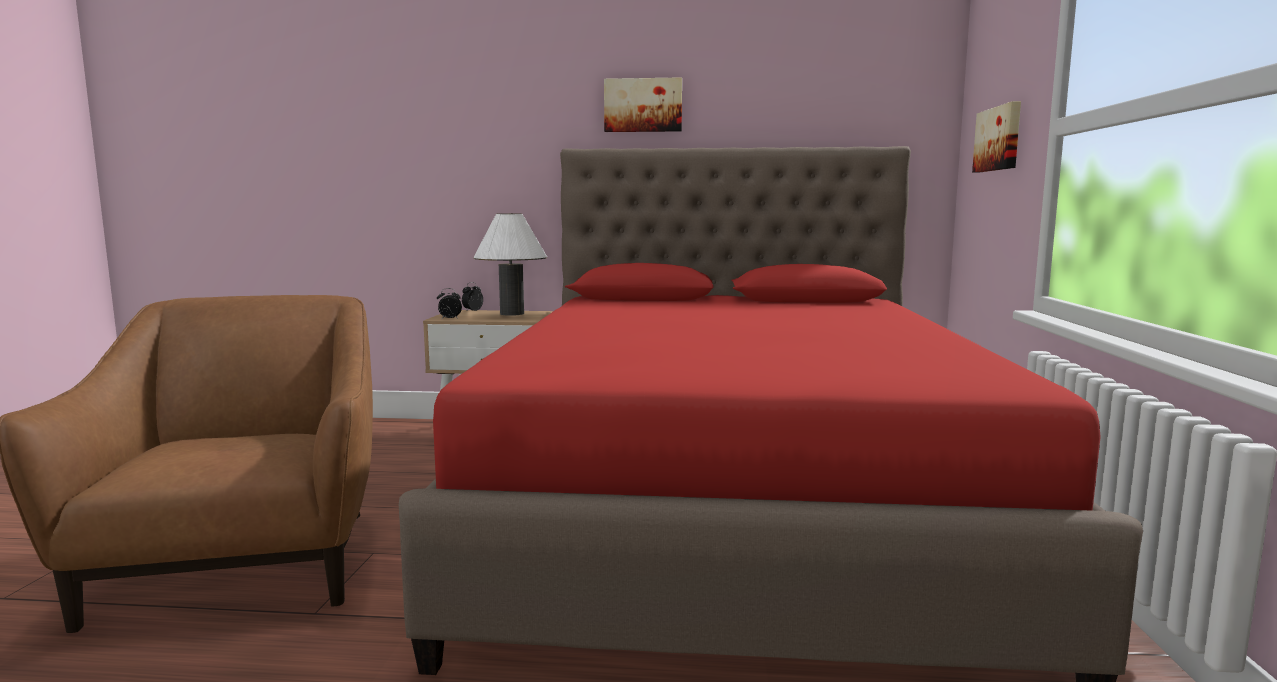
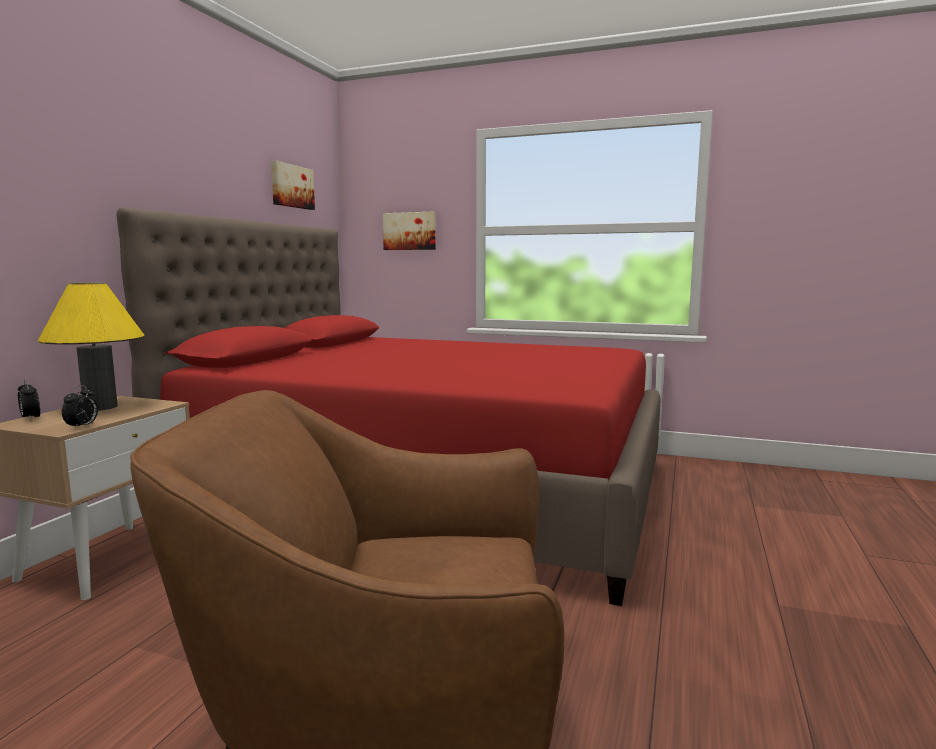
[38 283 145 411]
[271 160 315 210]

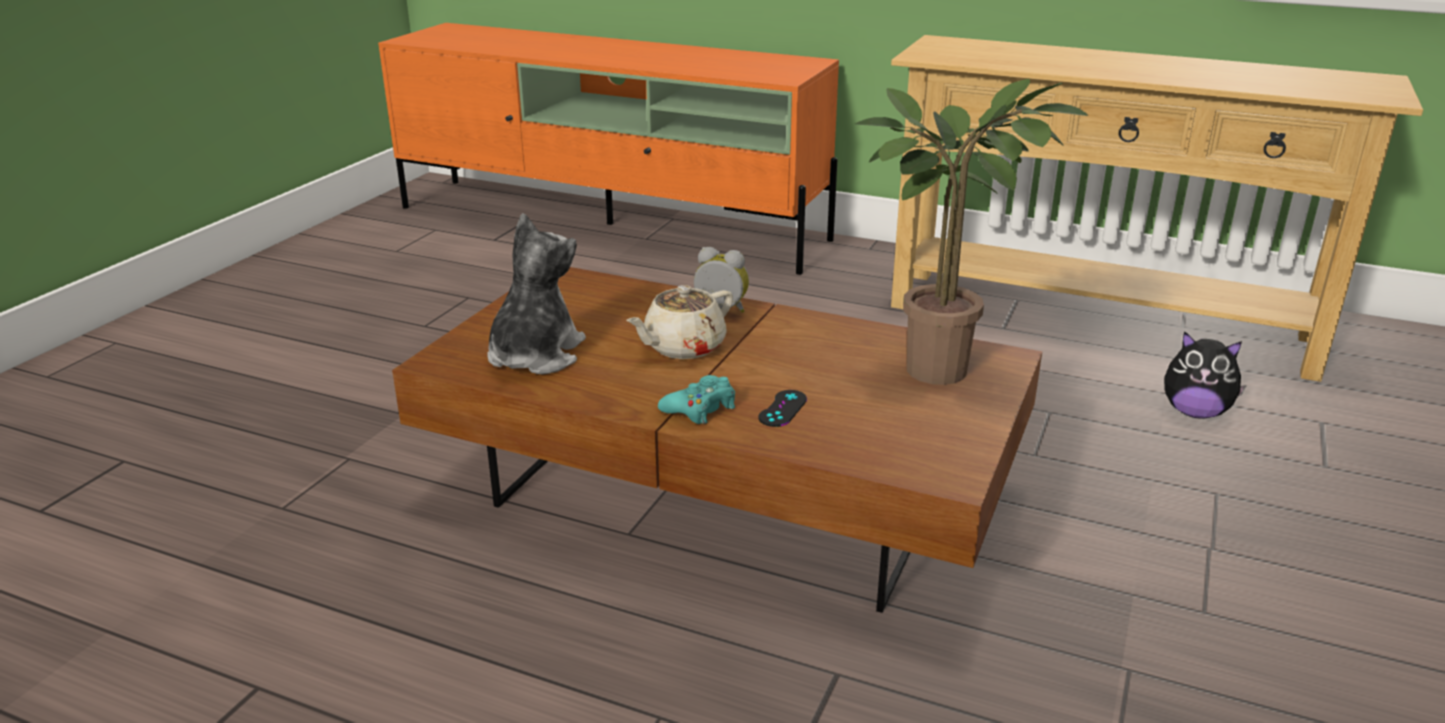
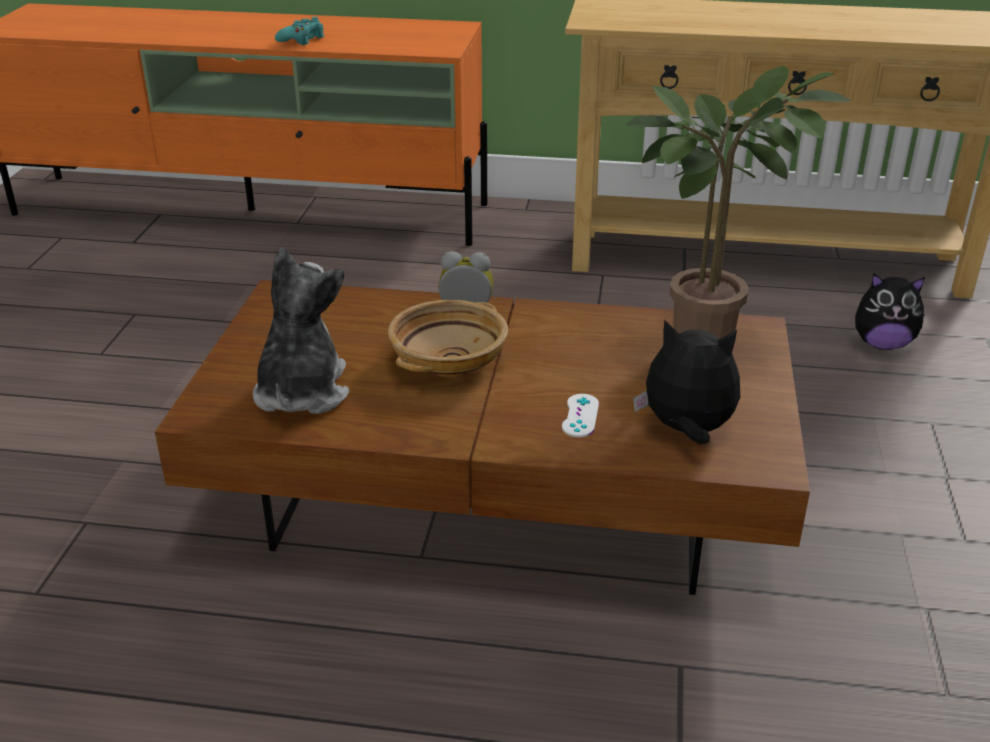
[388 300 508 376]
[275 17 324 45]
[562 394 599 437]
[633 320 740 444]

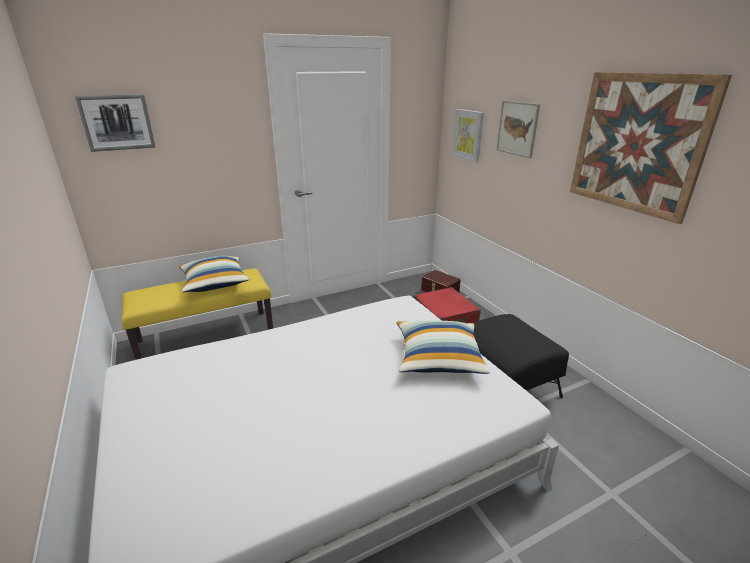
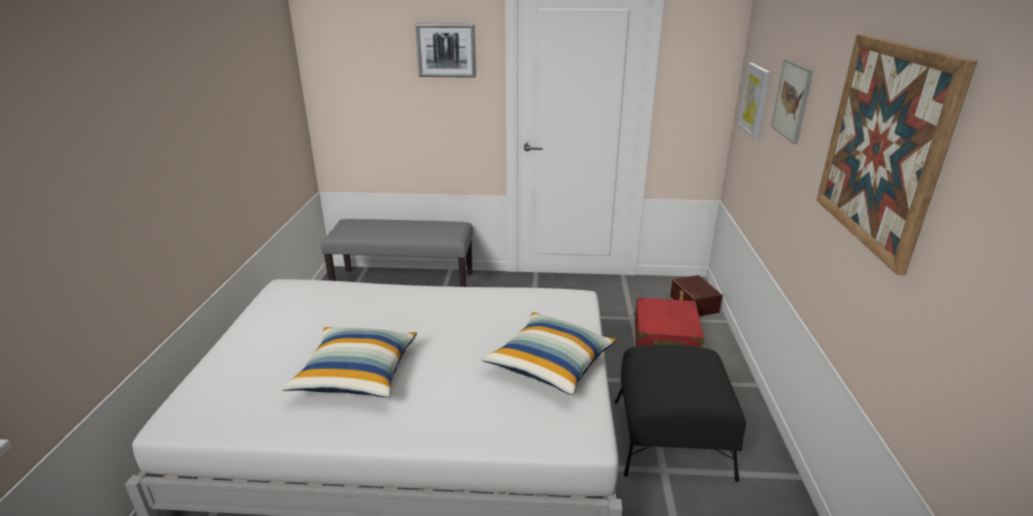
[415 24 476 78]
[321 219 473 287]
[282 327 417 397]

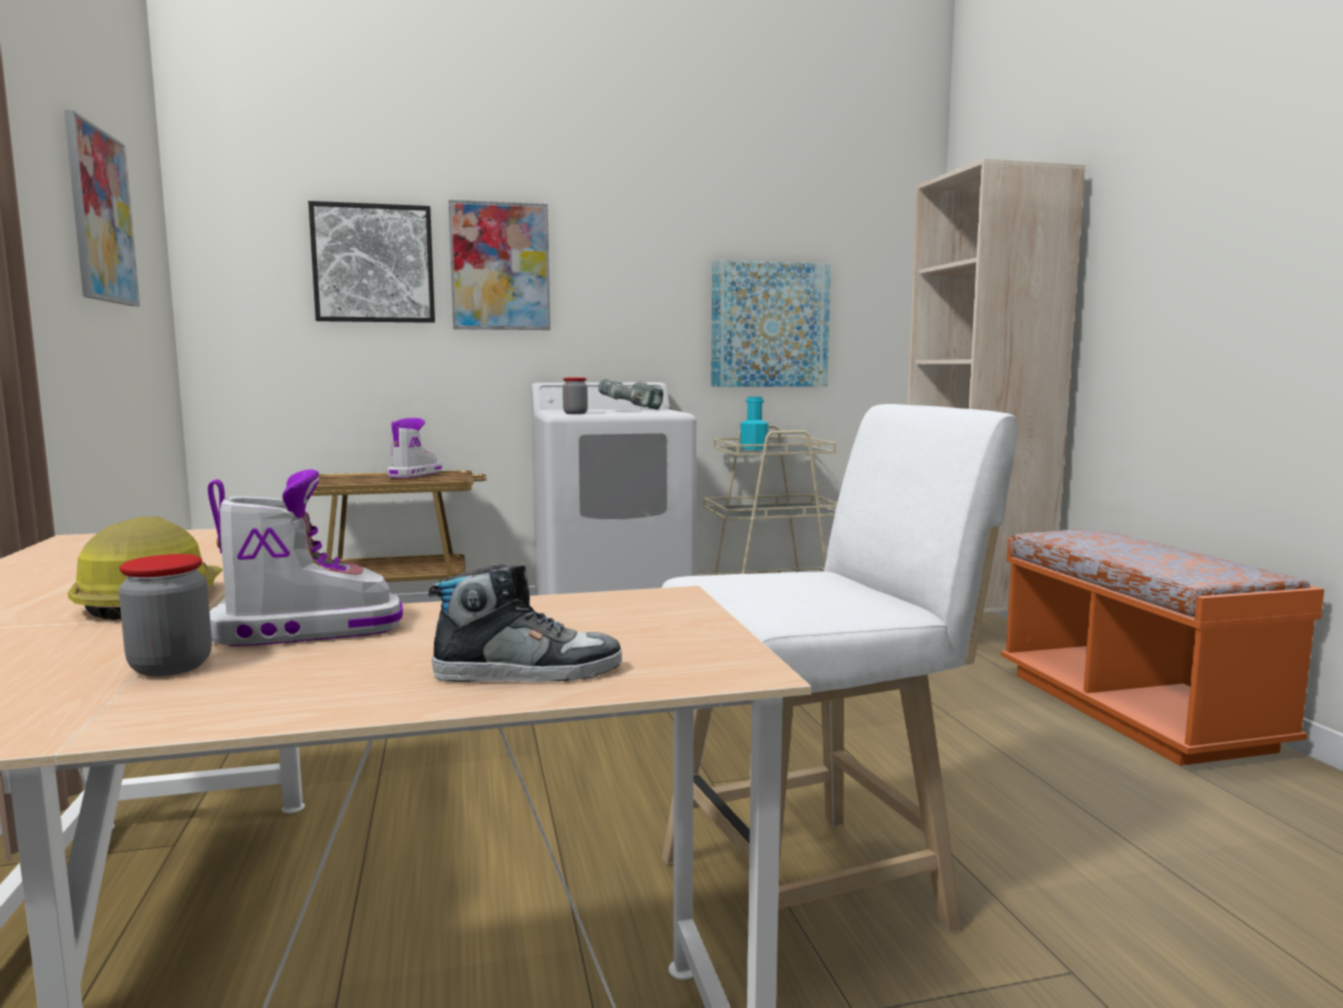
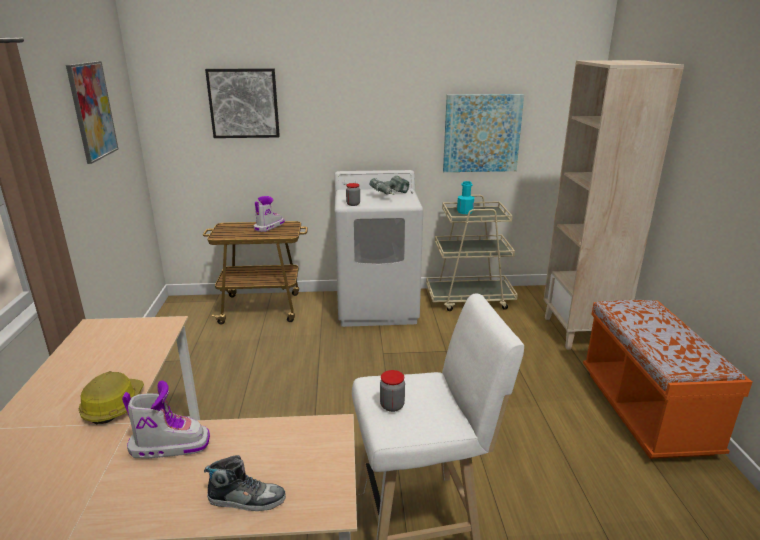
[380 370 405 412]
[448 200 550 330] (first image)

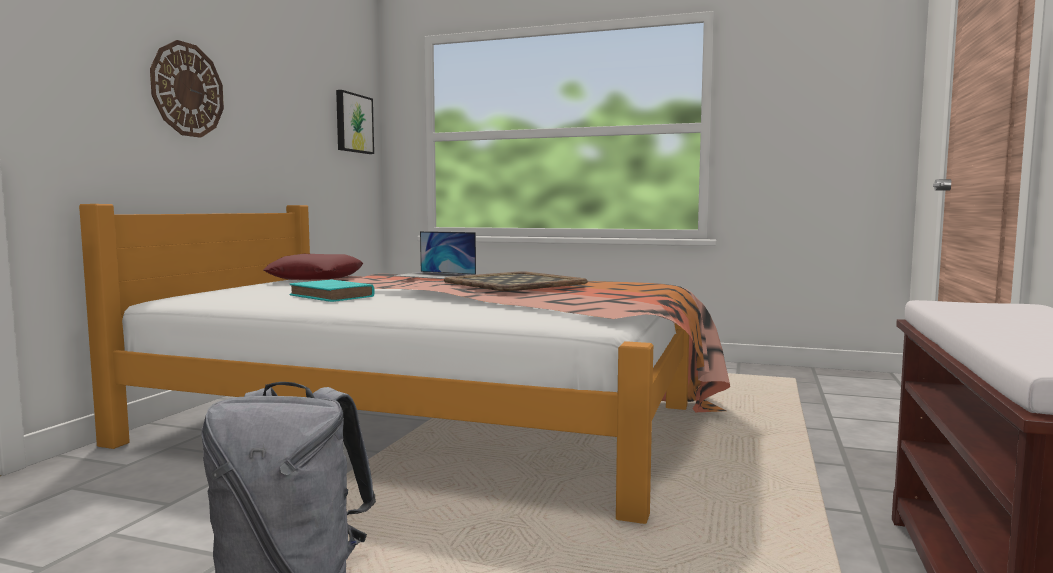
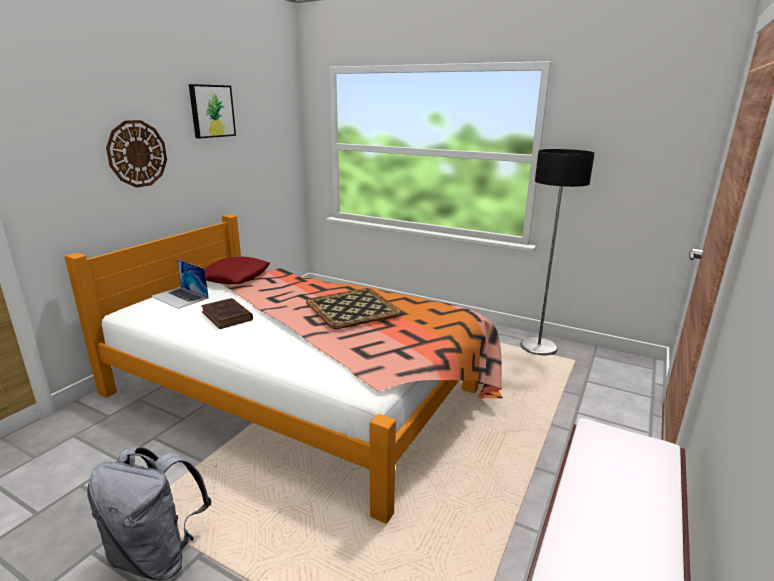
[201 298 253 329]
[189 84 236 138]
[151 259 209 309]
[520 149 595 355]

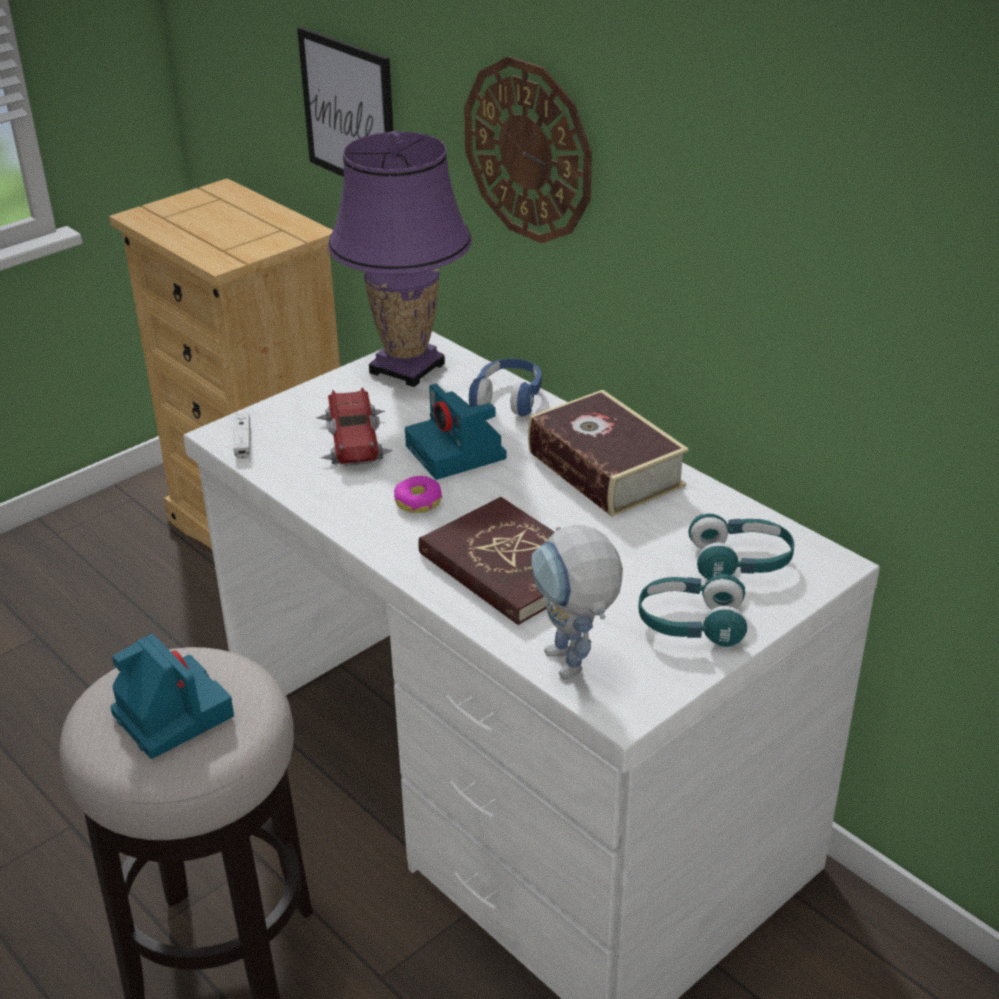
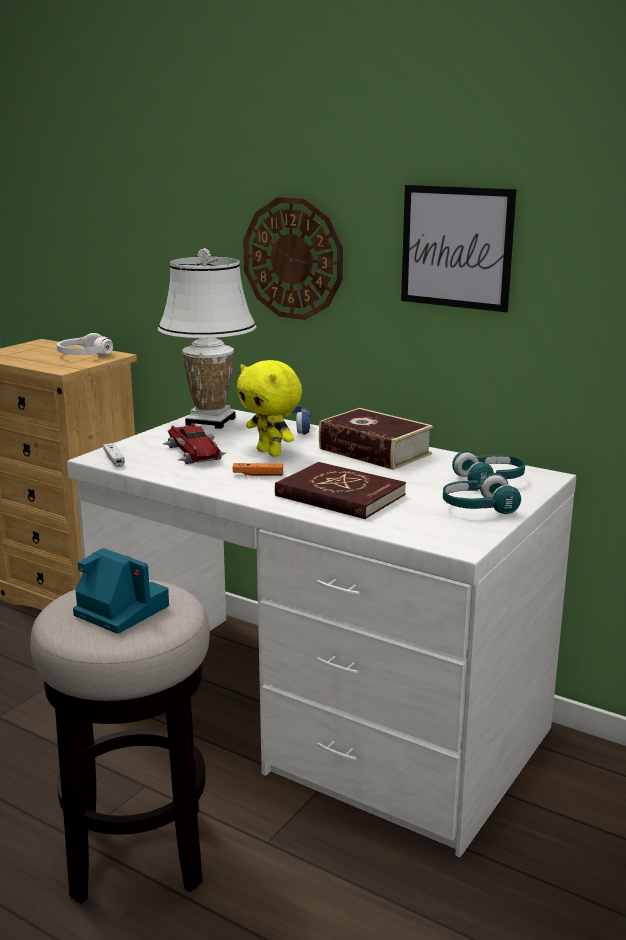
[401 185 516 312]
[158 248 256 429]
[233 463 283 476]
[237 360 302 457]
[532 525 623 679] (first image)
[56 333 113 356]

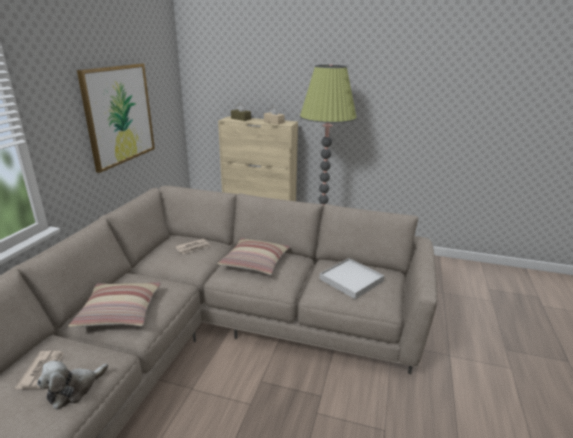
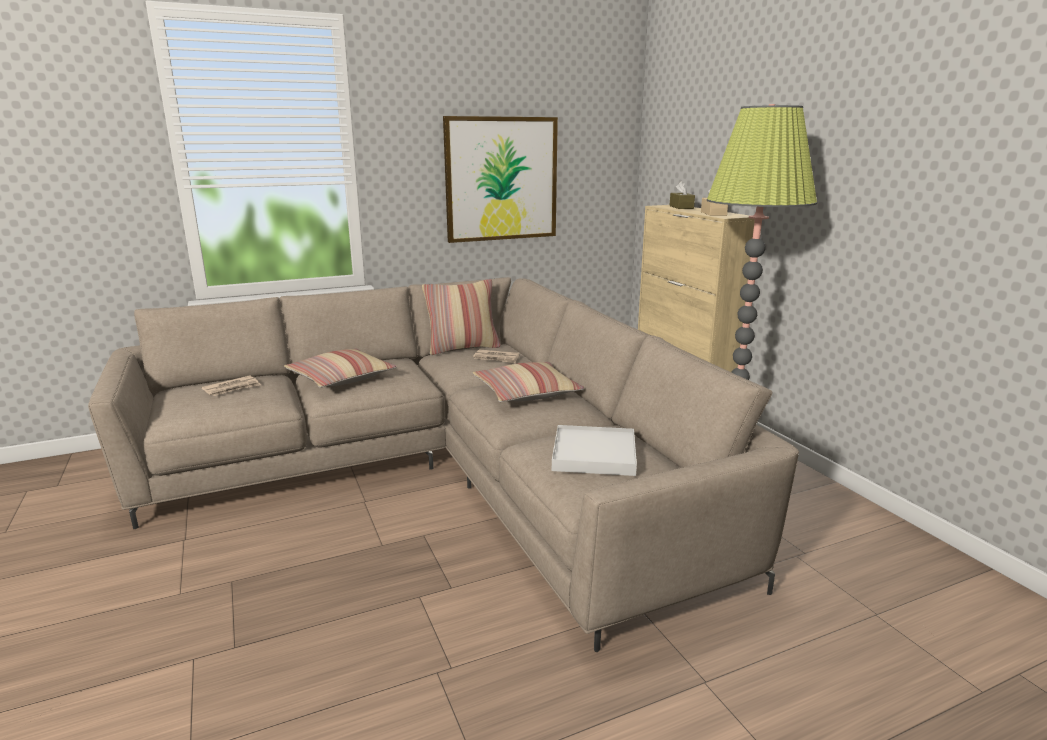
[37 360 108 410] (first image)
[422 279 500 355]

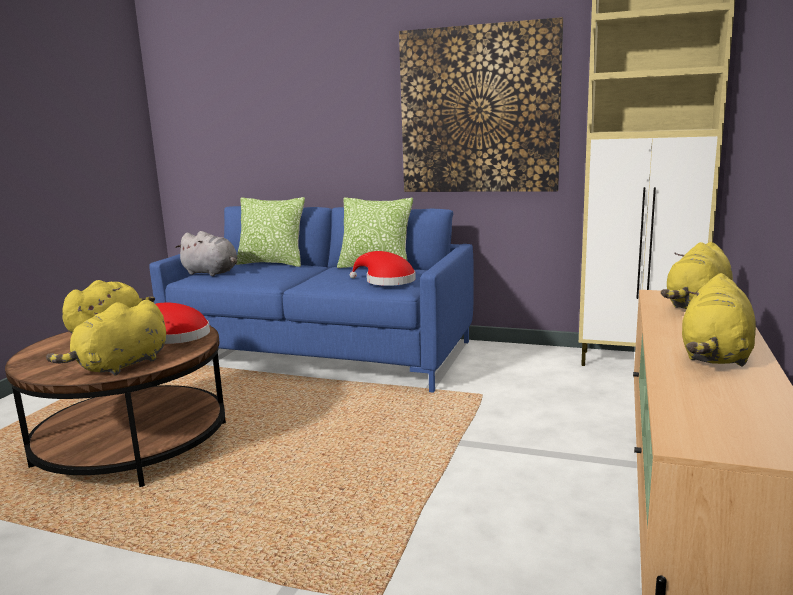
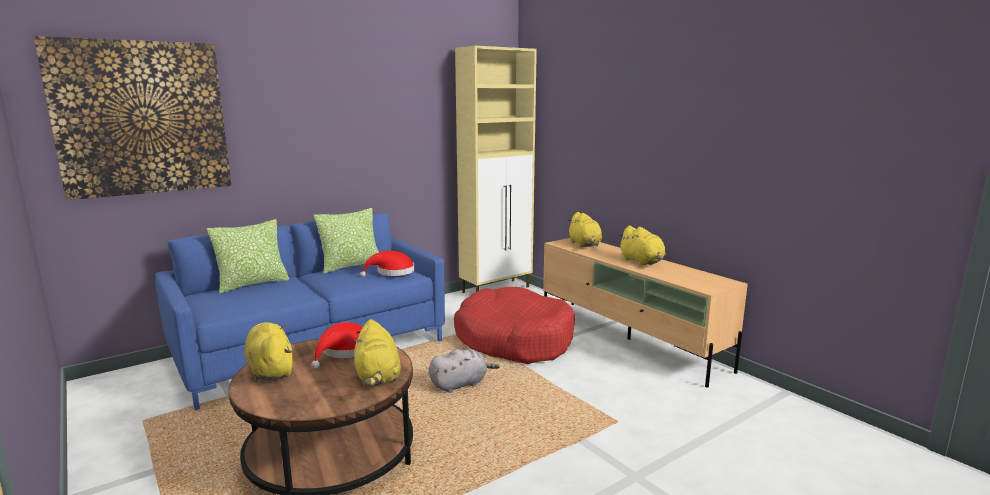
[429 349 500 393]
[34 36 231 200]
[454 287 575 364]

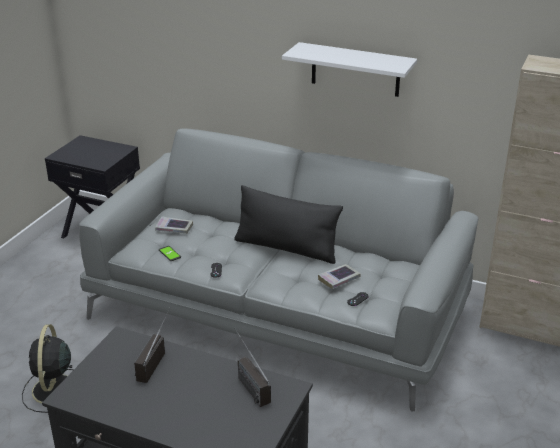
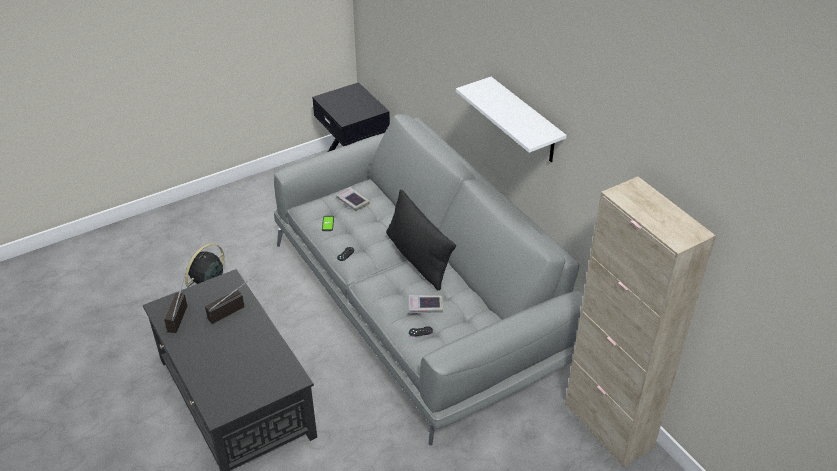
[164 268 187 333]

